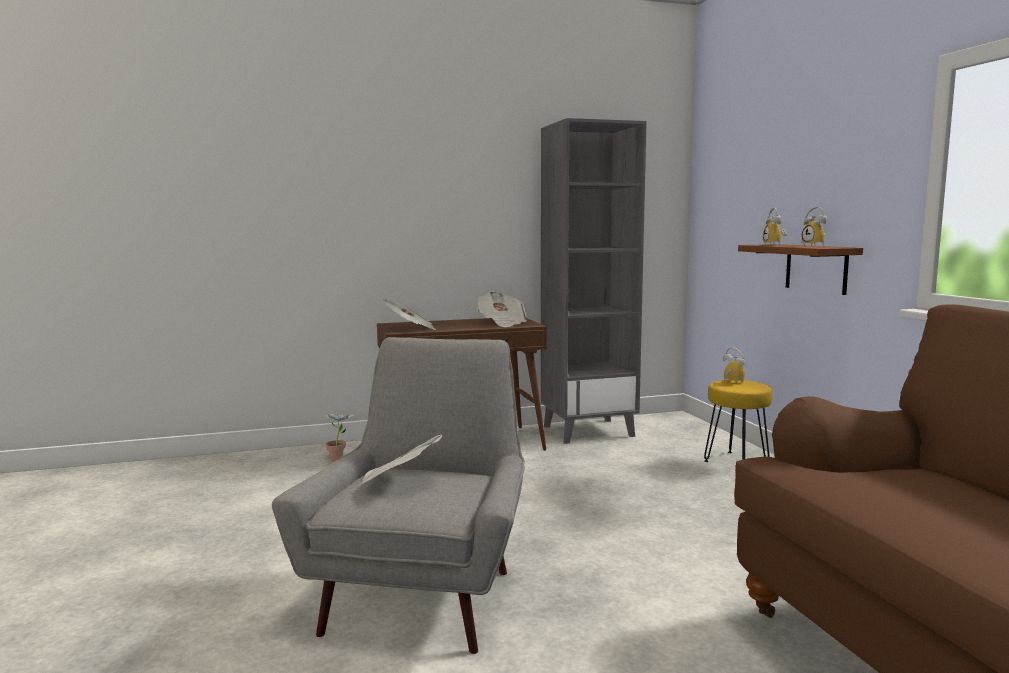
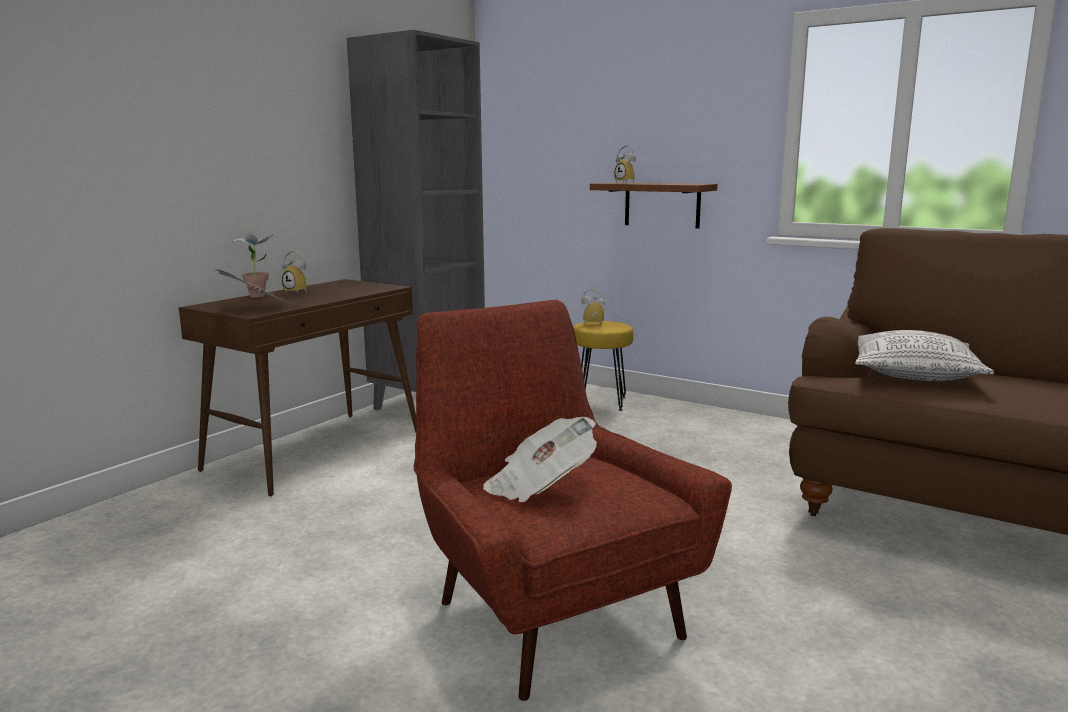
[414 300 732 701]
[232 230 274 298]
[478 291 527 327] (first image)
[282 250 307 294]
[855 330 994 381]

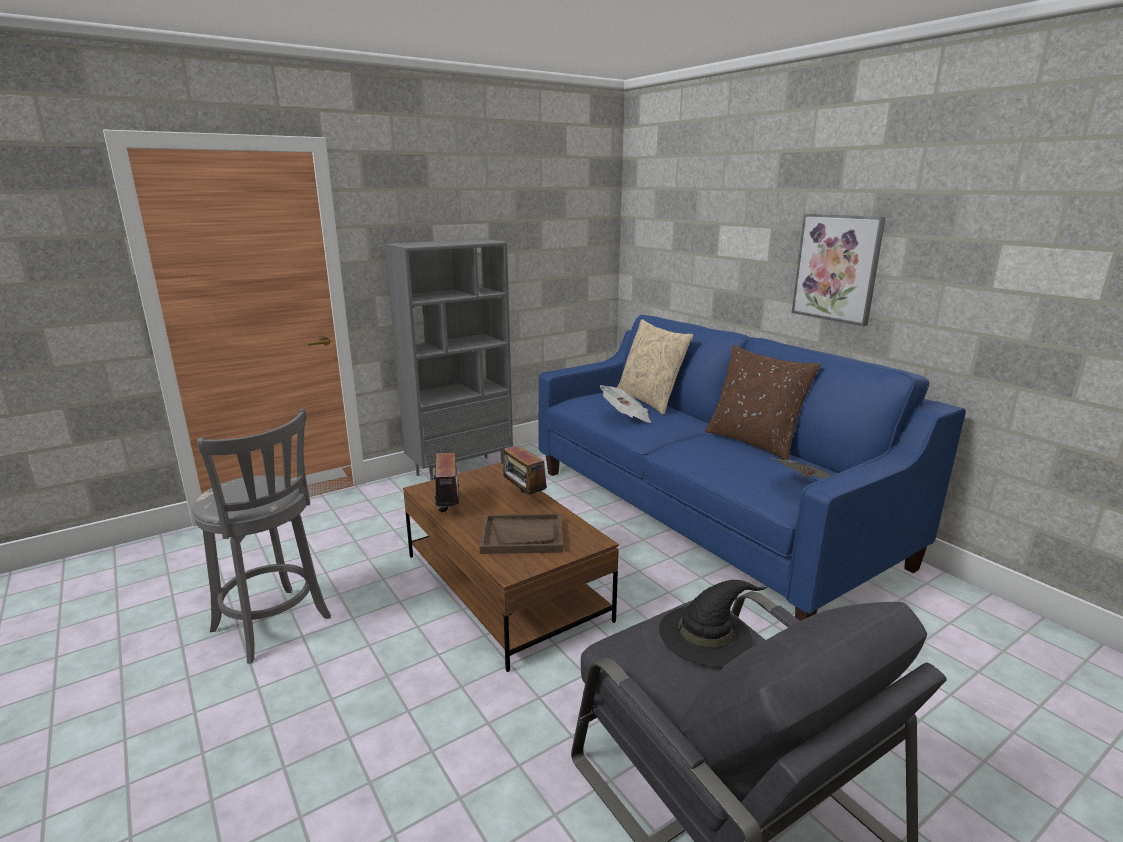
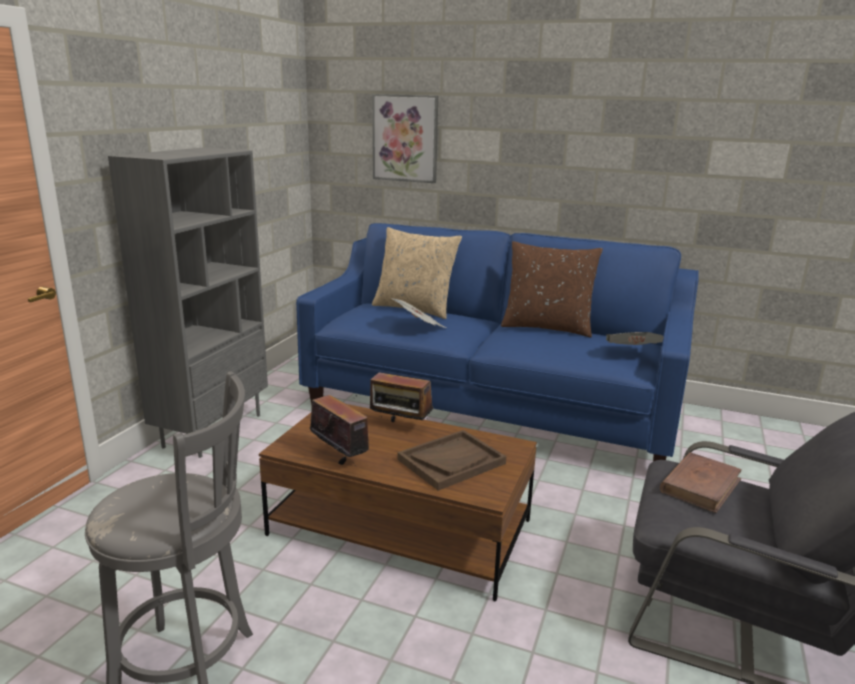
[660 452 742 513]
[372 94 438 183]

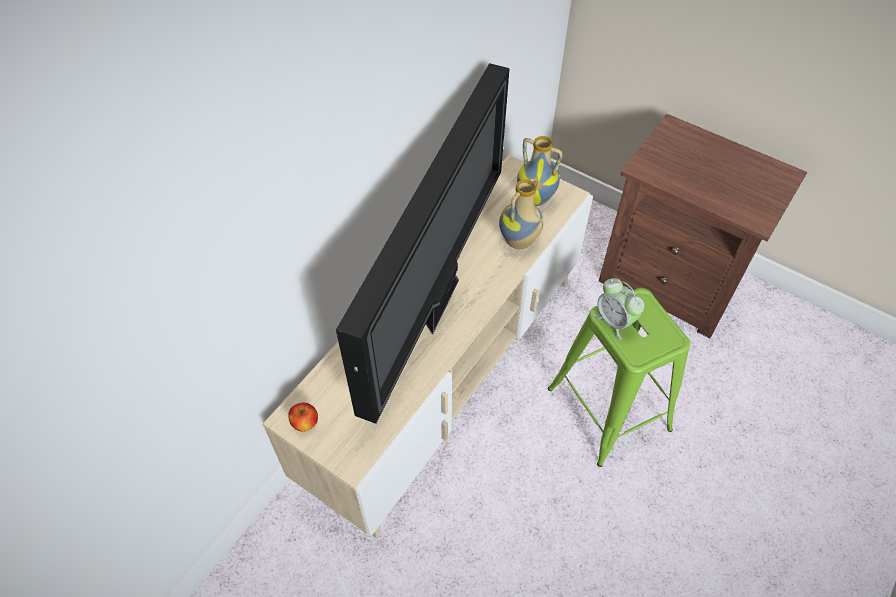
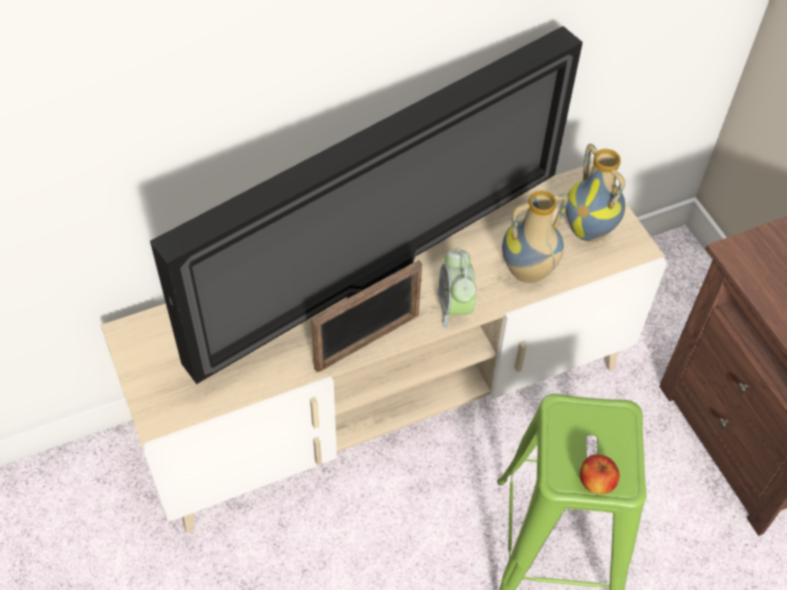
[580 455 619 494]
[437 249 476 329]
[311 260 422 372]

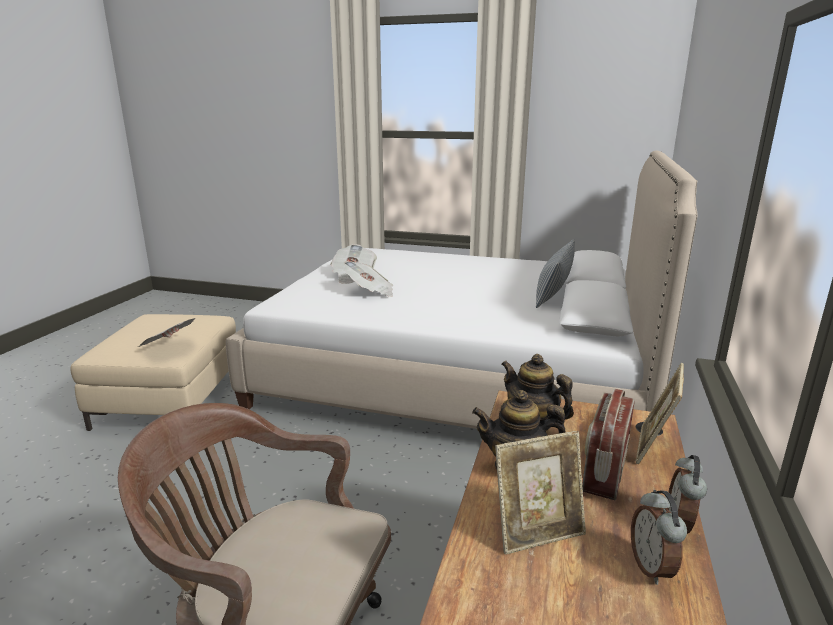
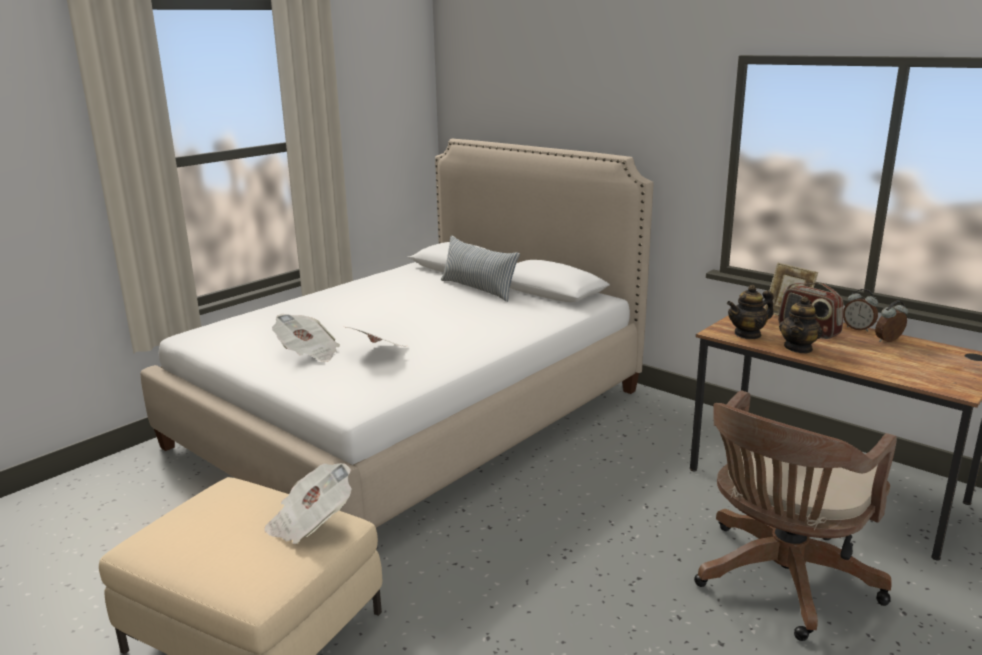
[495 431 586 555] (first image)
[875 301 908 342]

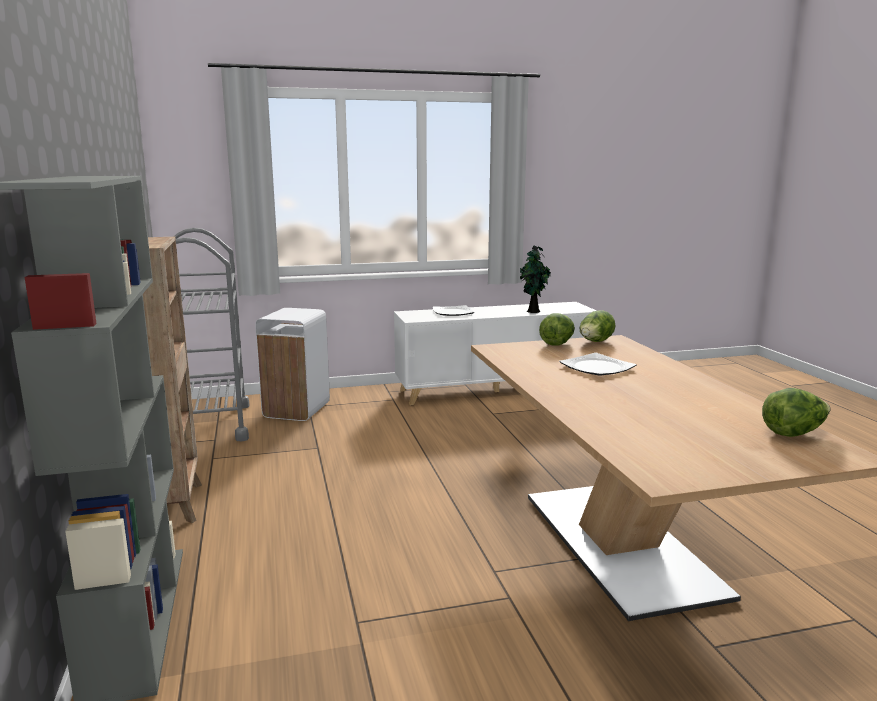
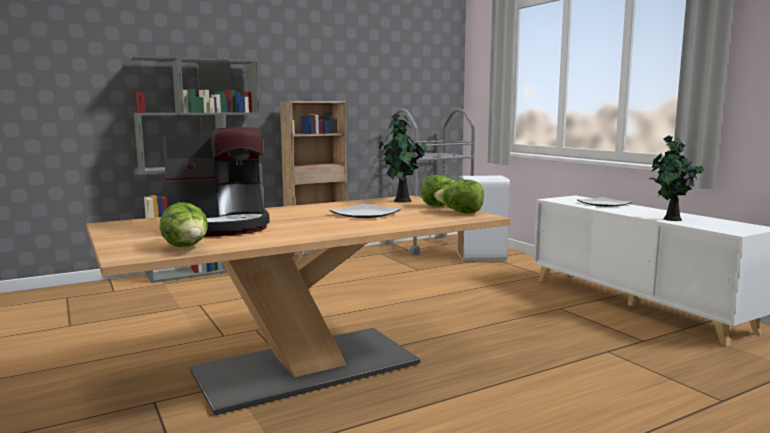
[163 127 270 237]
[378 113 428 203]

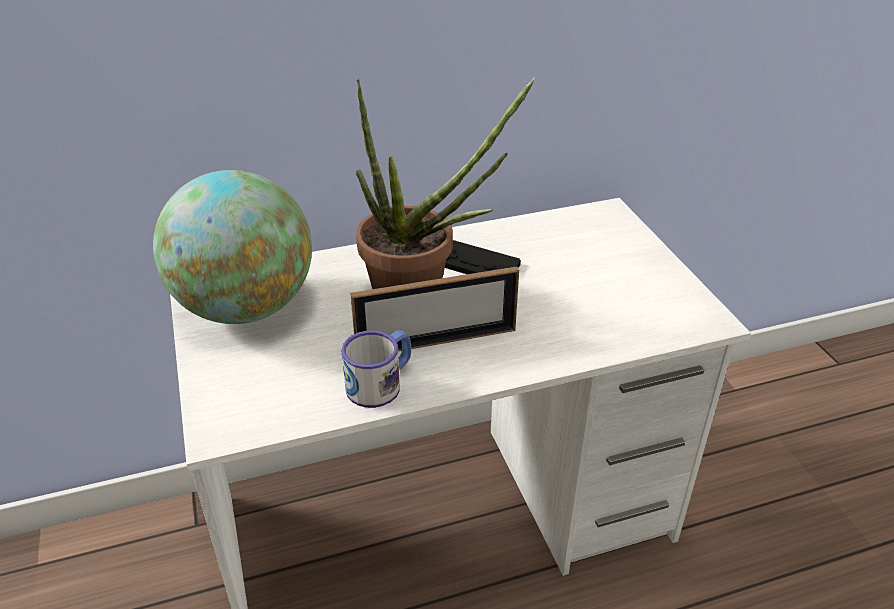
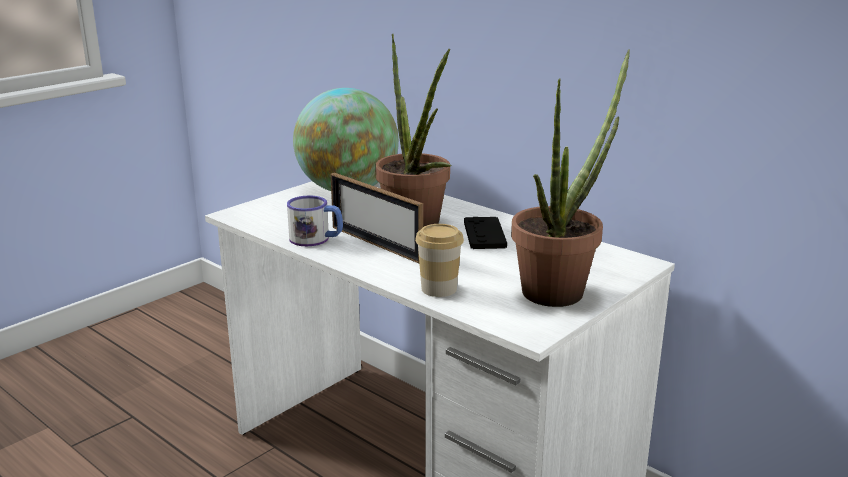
[415 224 464 297]
[511 49 630 307]

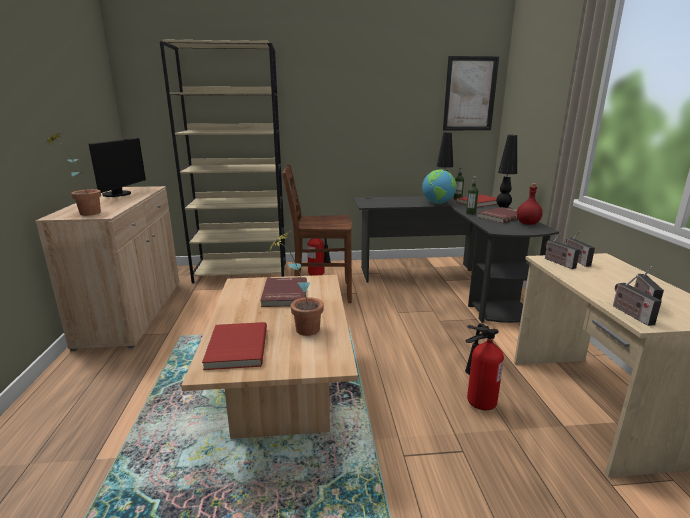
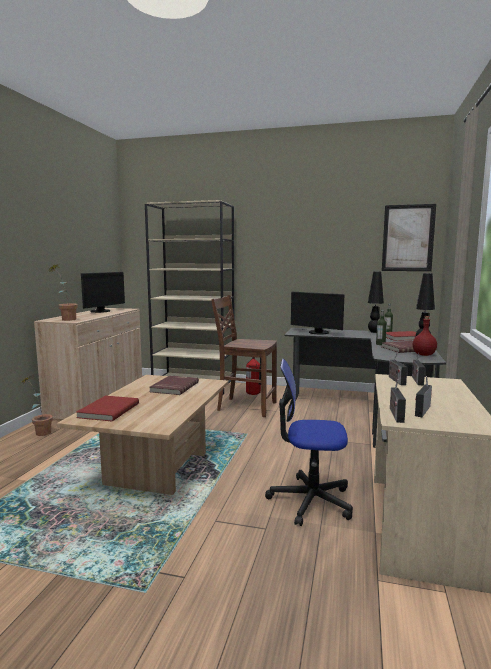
[19 376 53 436]
[422 170 456 204] (first image)
[265 359 353 526]
[291 292 344 334]

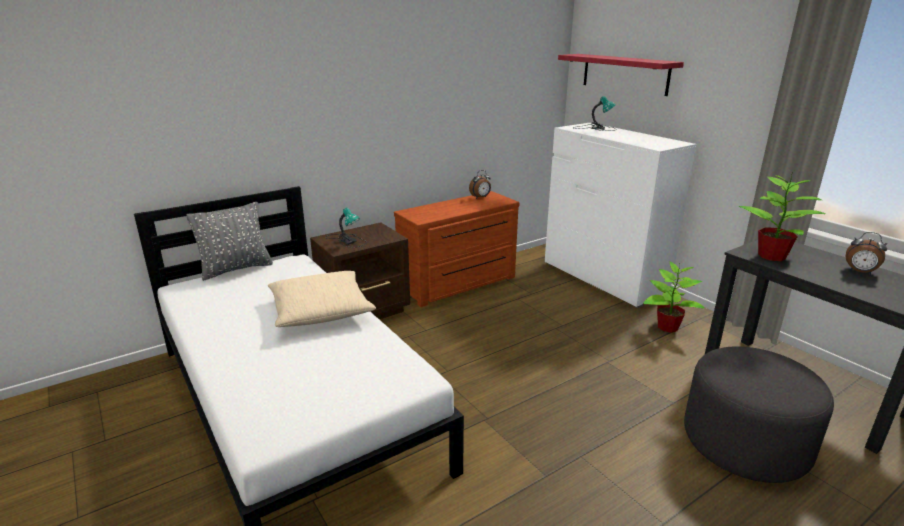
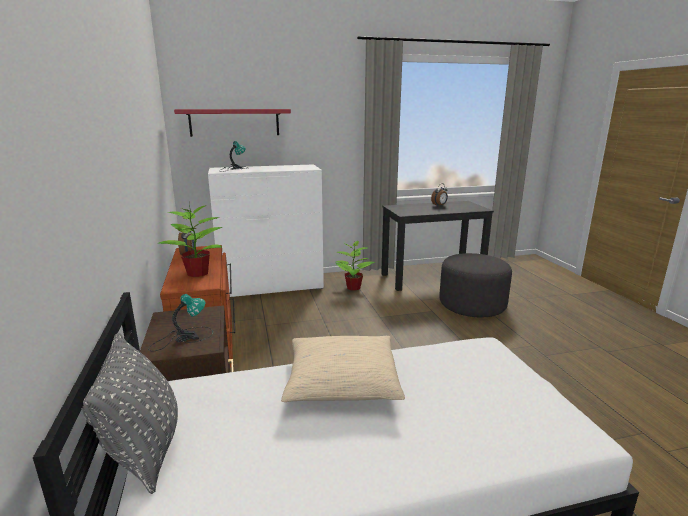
[158 202 223 277]

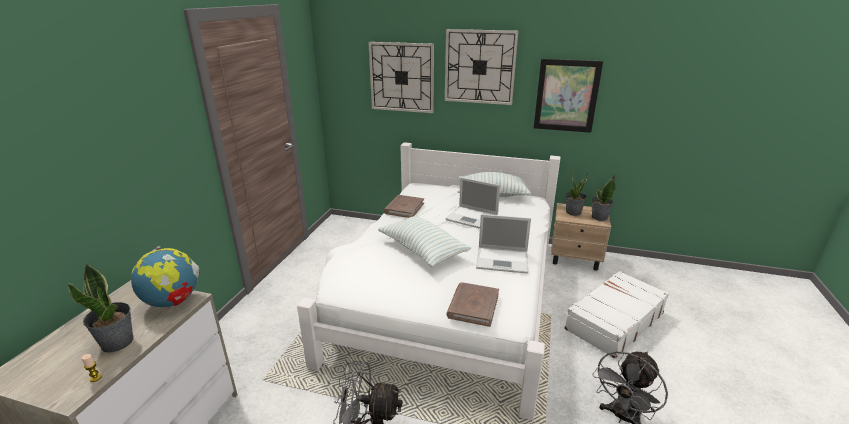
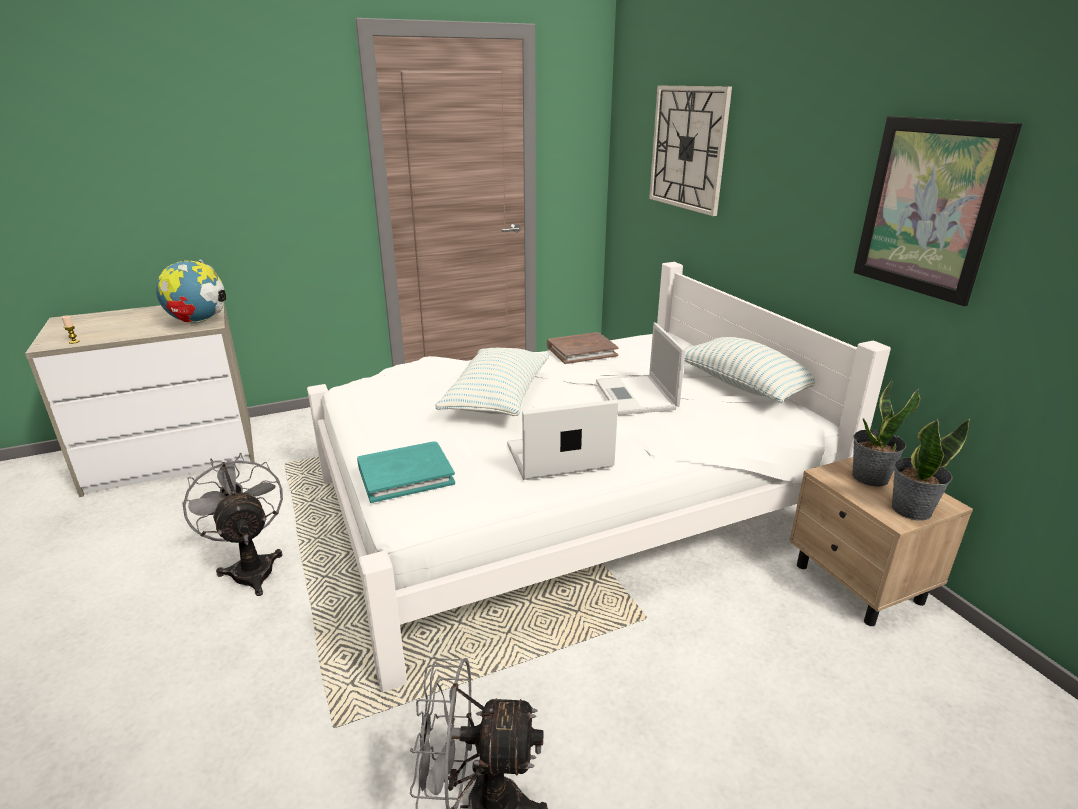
[68 263 133 353] (first image)
[445 29 518 105] (first image)
[357 441 455 503]
[507 400 618 480]
[564 271 669 359] (first image)

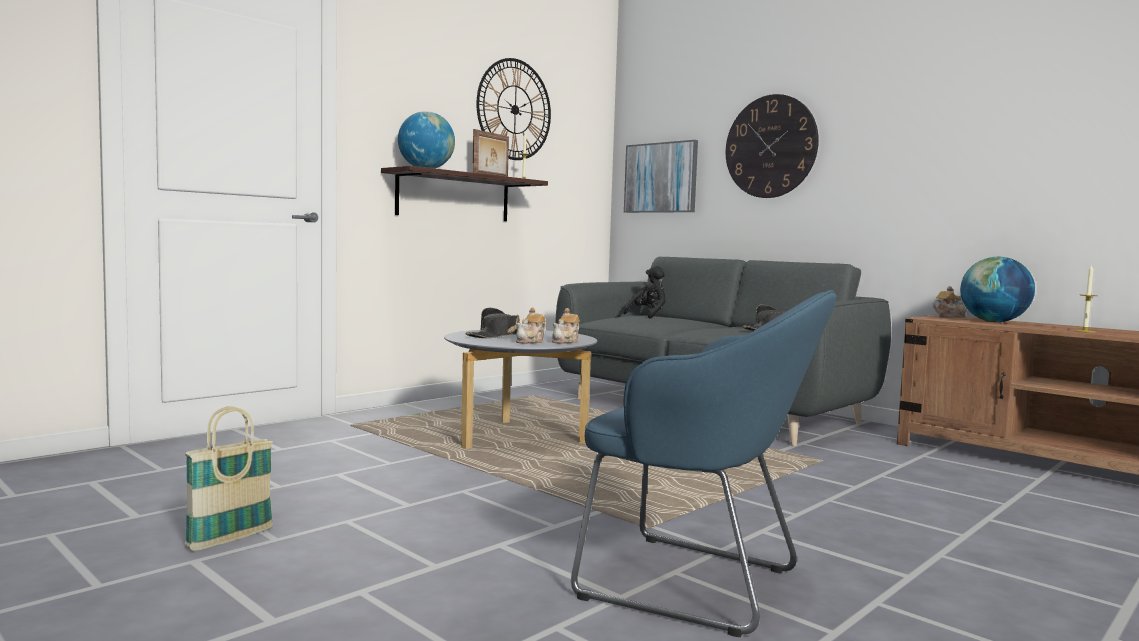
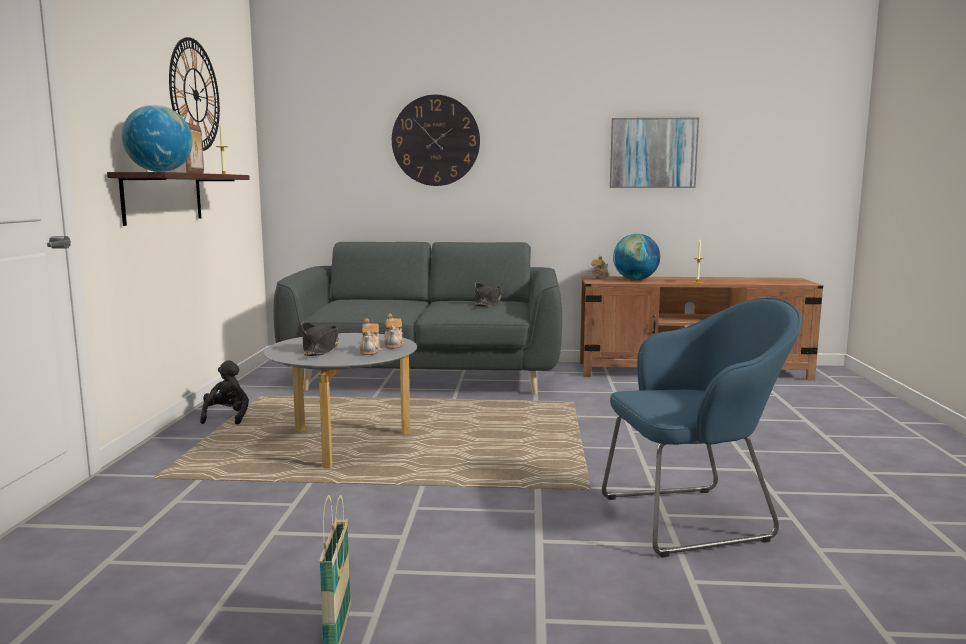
[200 360 249 424]
[610 118 699 188]

